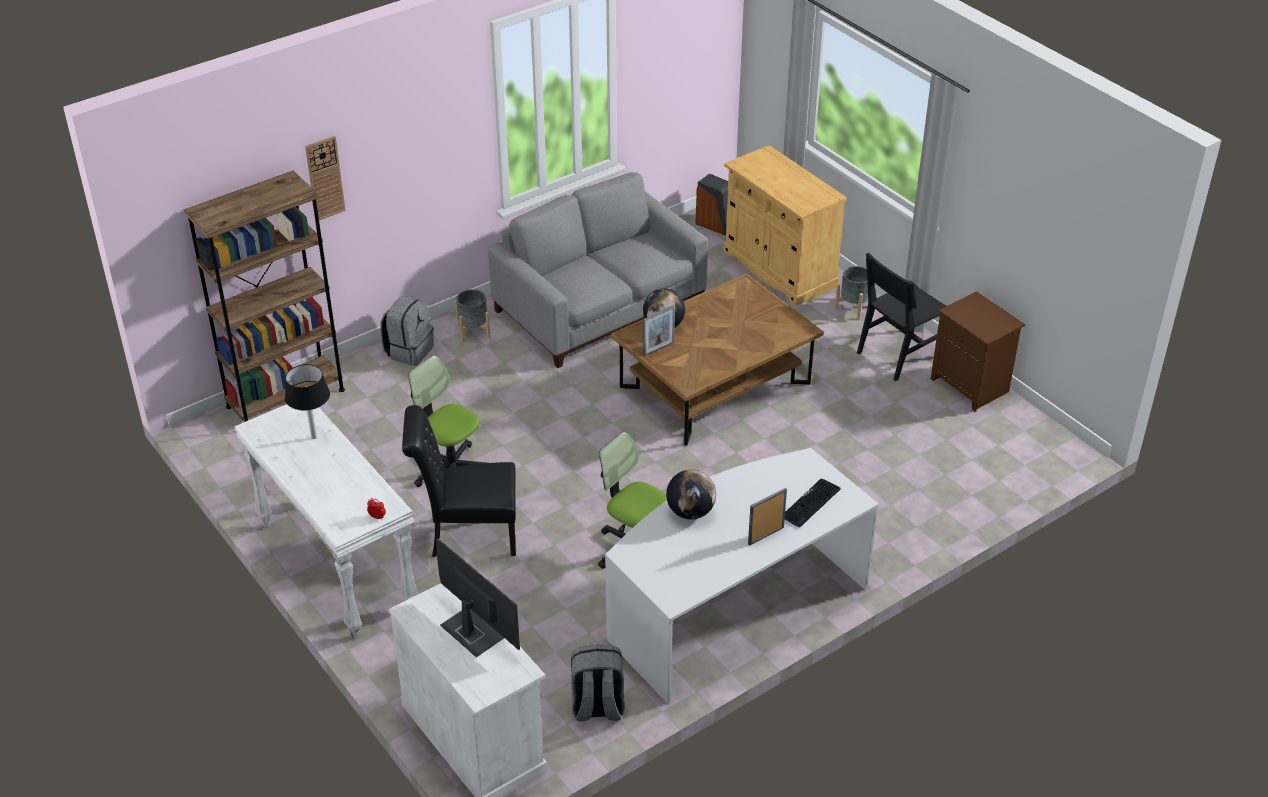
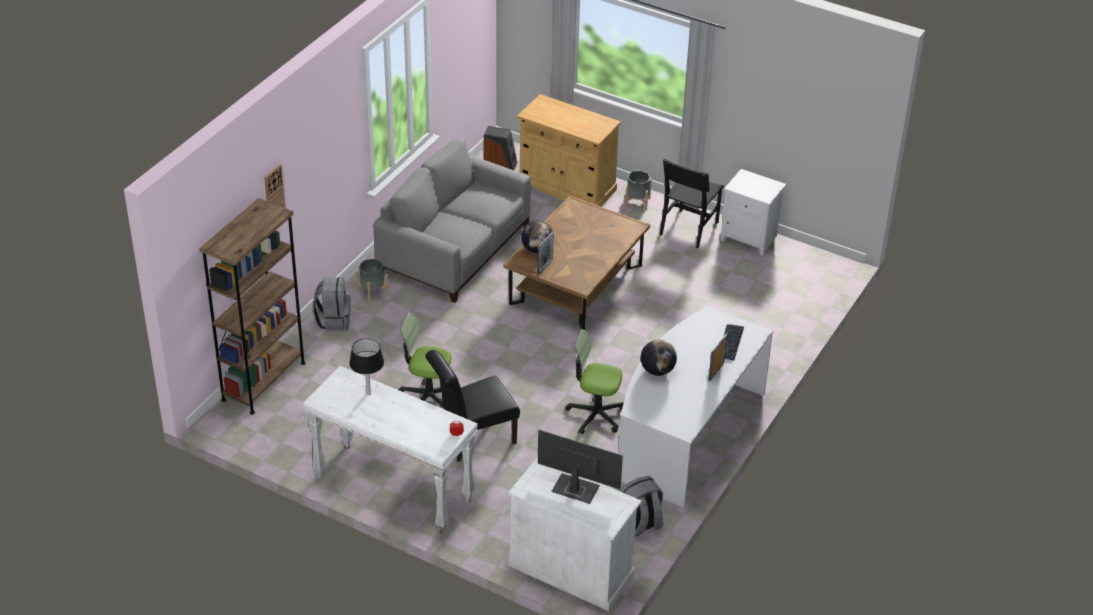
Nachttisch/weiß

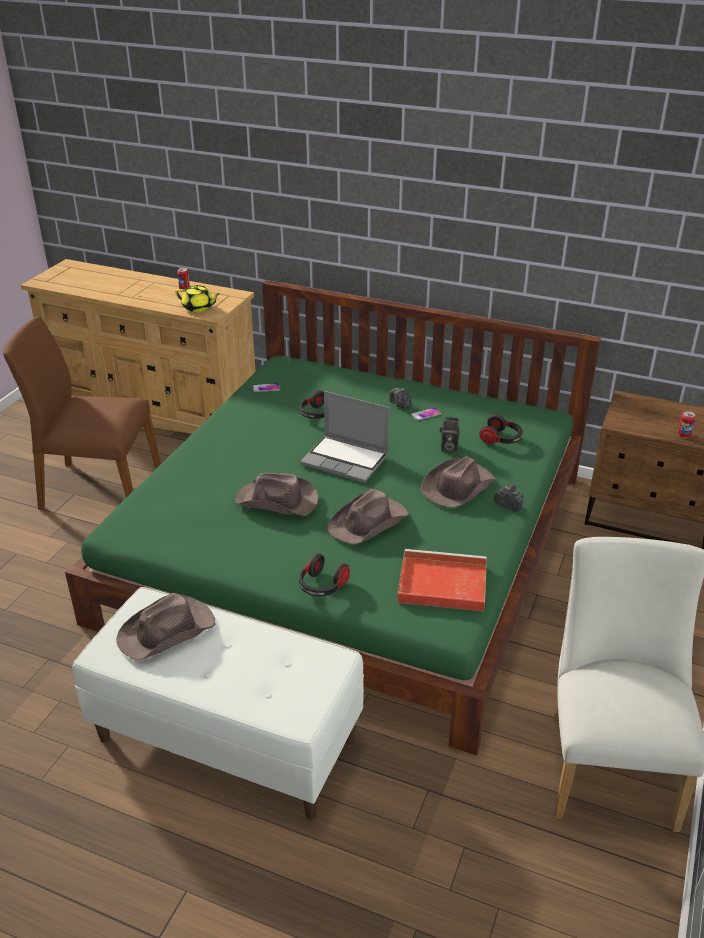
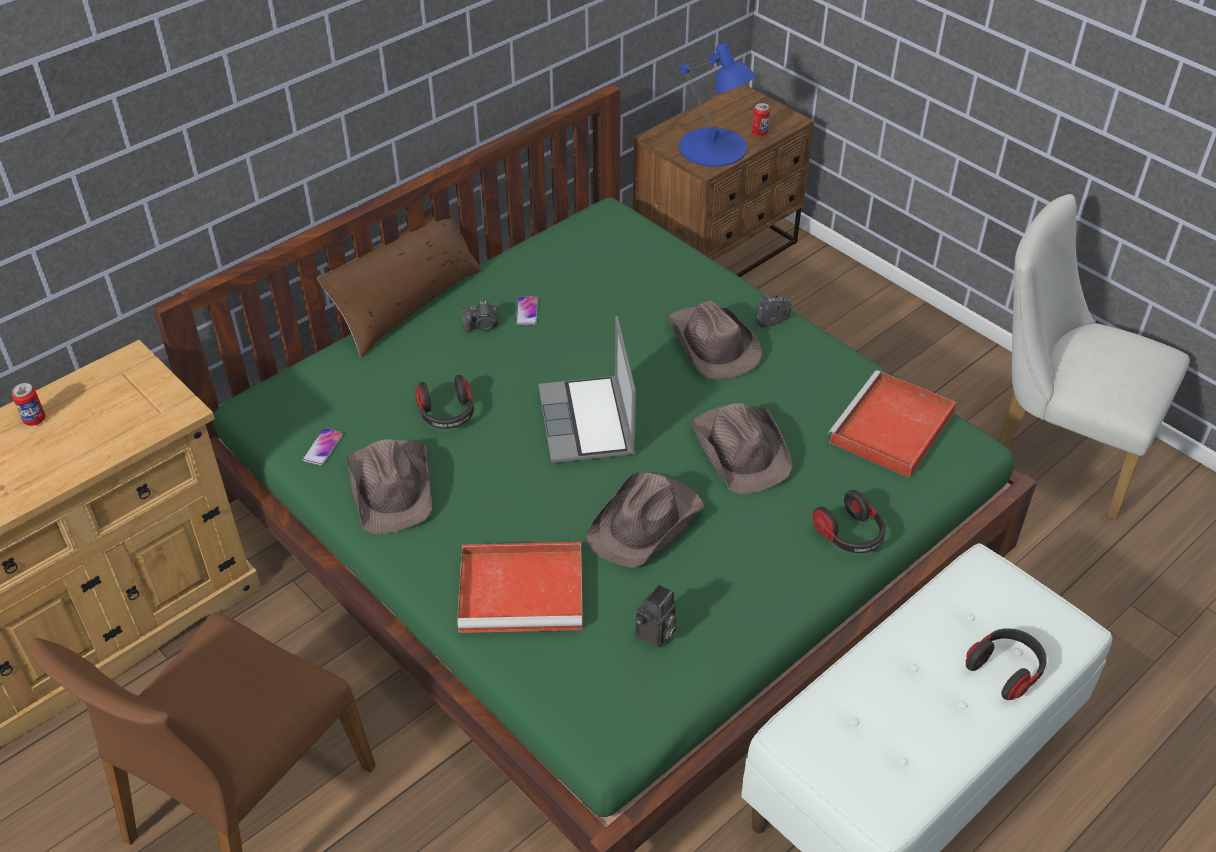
Hut/braun (no. 1 from left)
Teekanne/gelb
Laptop
Kamera (no. 2 from left)
Kopfhörer (no. 3 from left)
Kissen/braun
Tablett/rot (no. 1 from left)
Tischlampe/blau

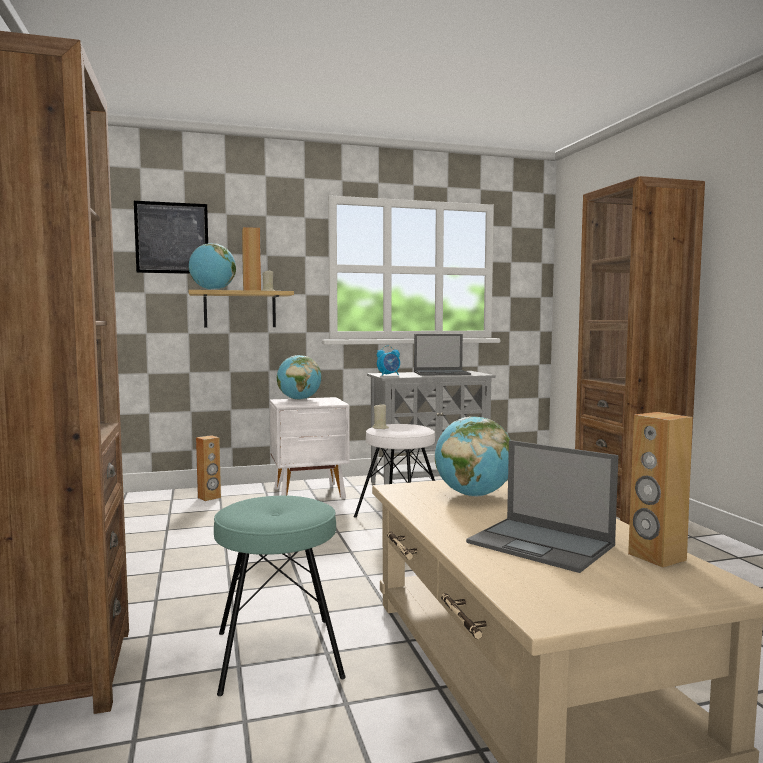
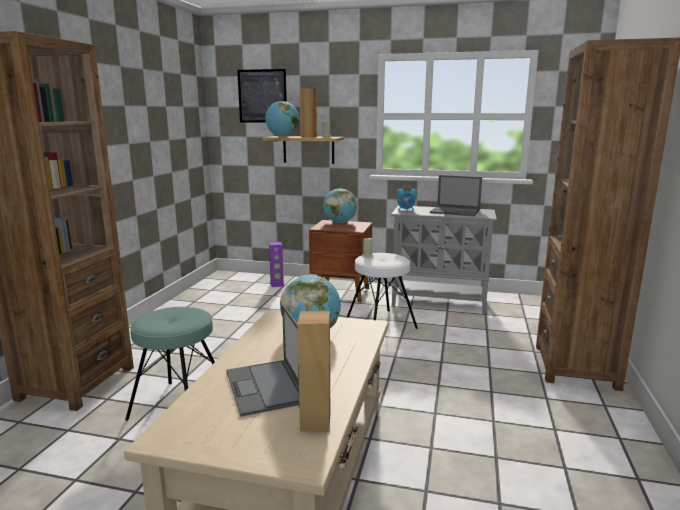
Lautsprecher/lila
Nachttisch/braun

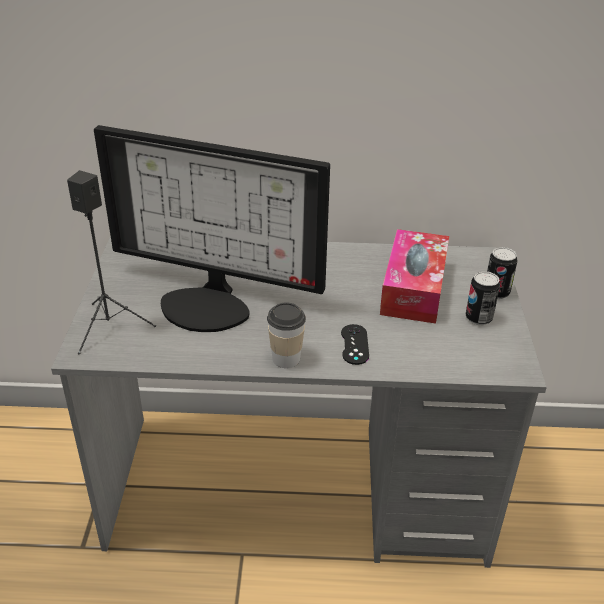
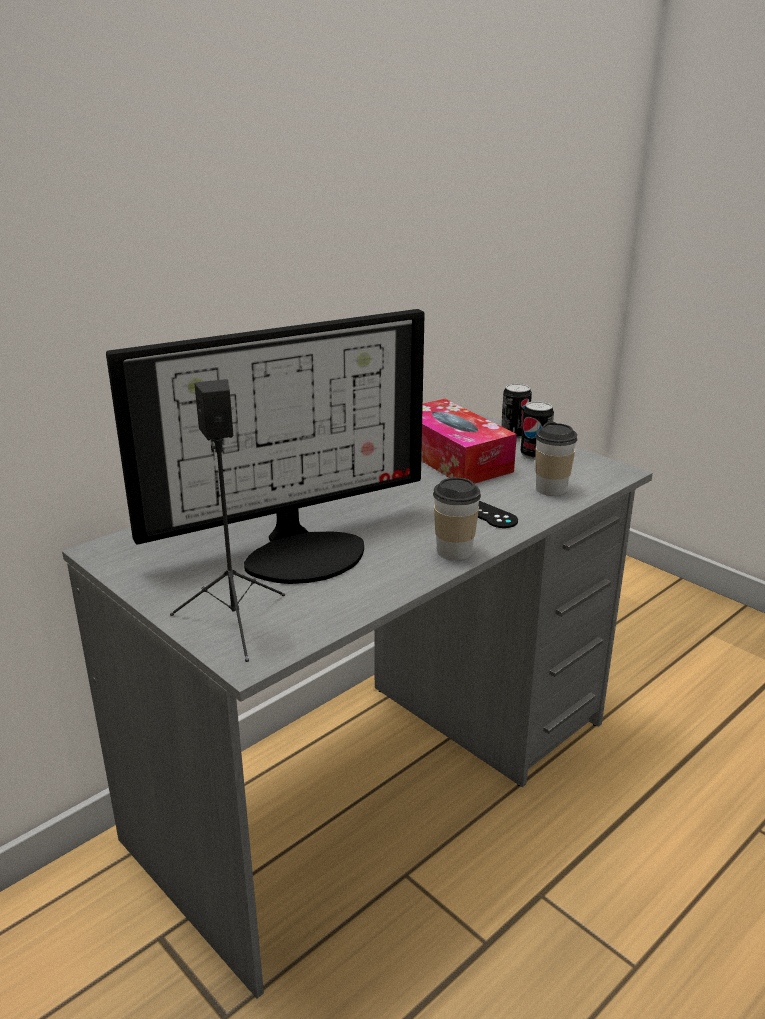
Tasse (no. 2 from left)

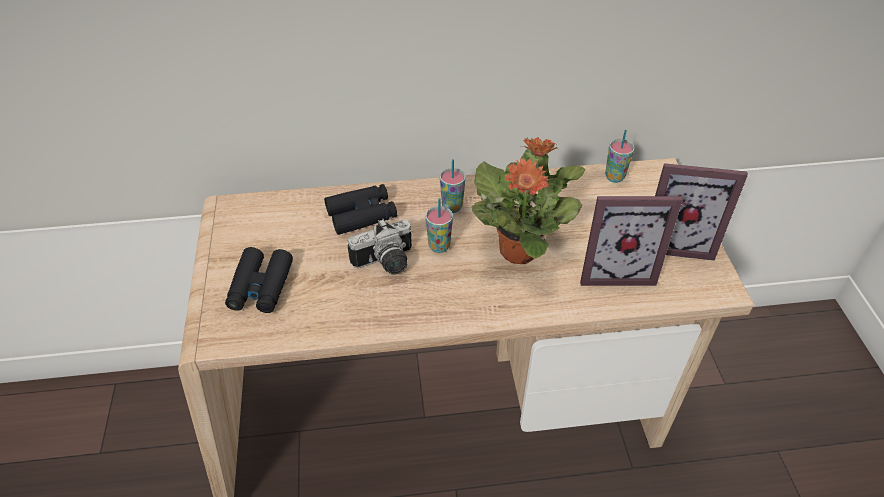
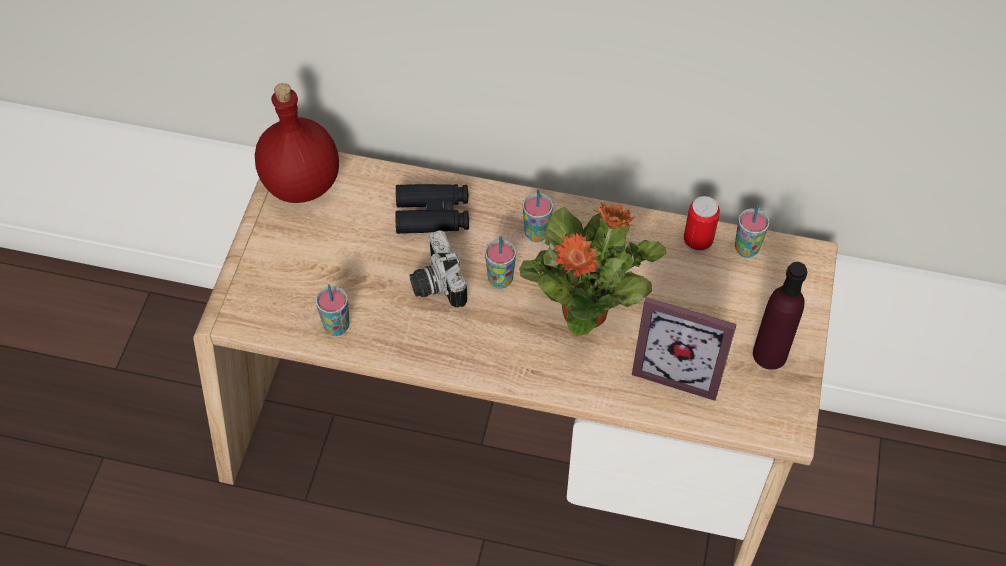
Fernglas/schwarz (no. 1 from left in the first image)
Kamera
Flasche/lila
Flasche/rot
Tasse (no. 1 from left)
Dose

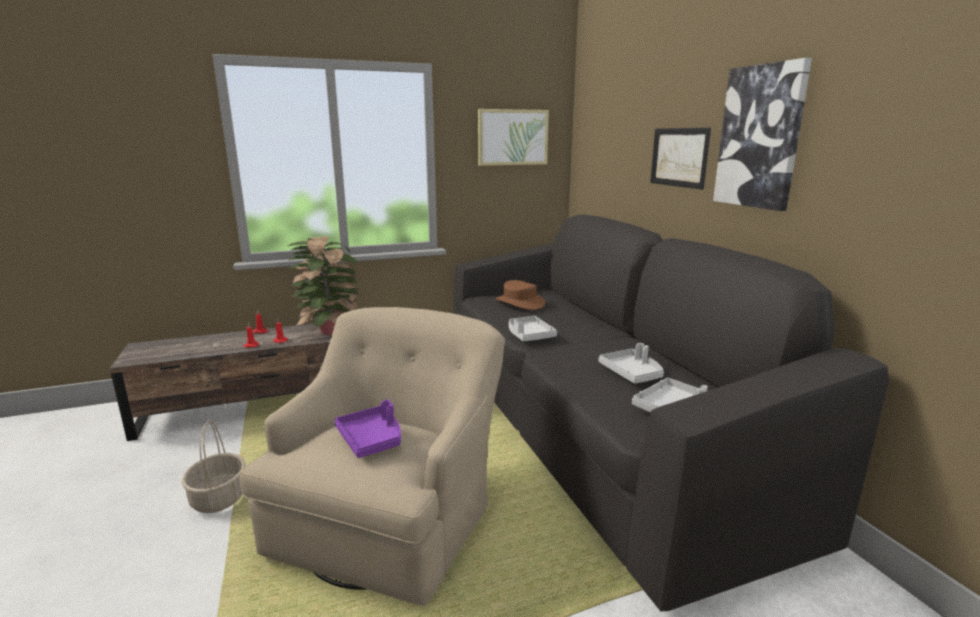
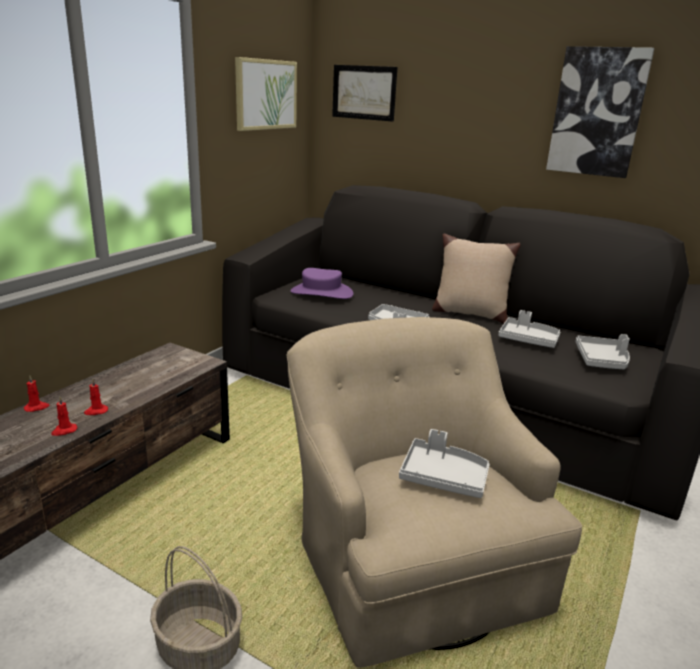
Topfpflanze
Tablett/grau (no. 2 from left)
Hut/lila
Bild (no. 2 from left)
Kissen/beige

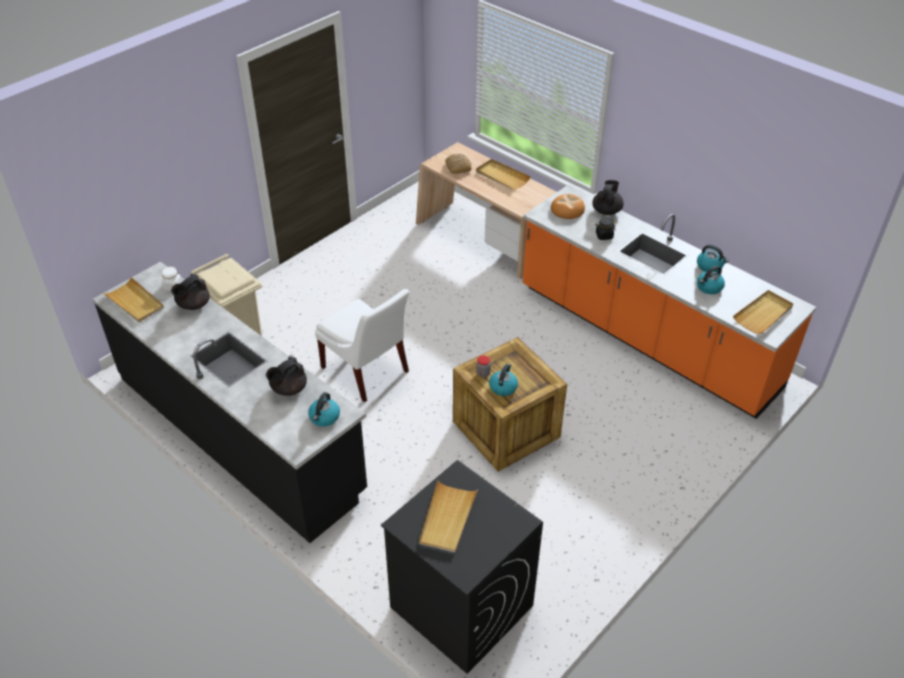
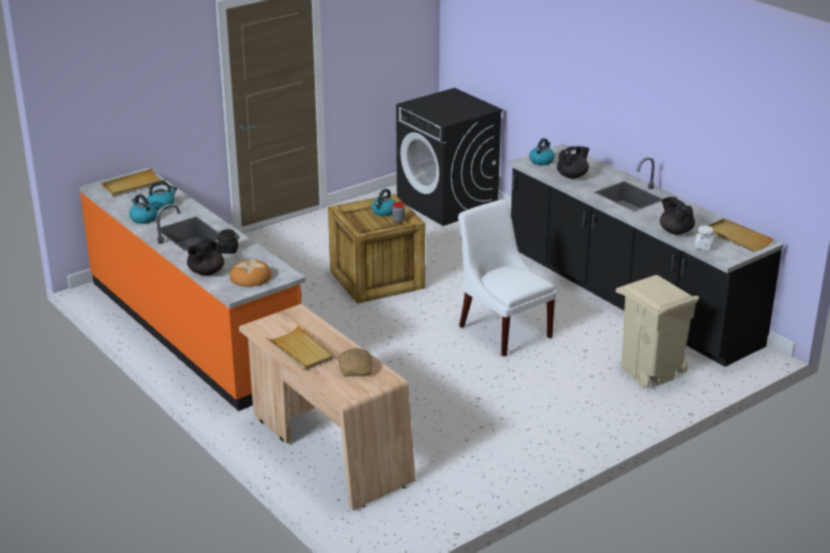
Teekanne/schwarz (no. 3 from left)
Tablett/beige (no. 2 from left in the first image)

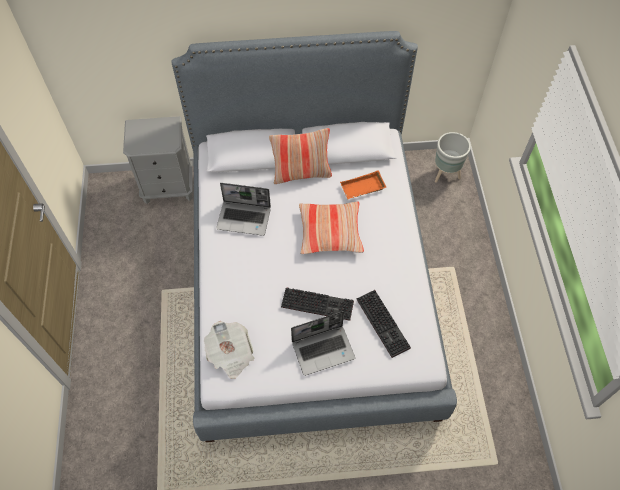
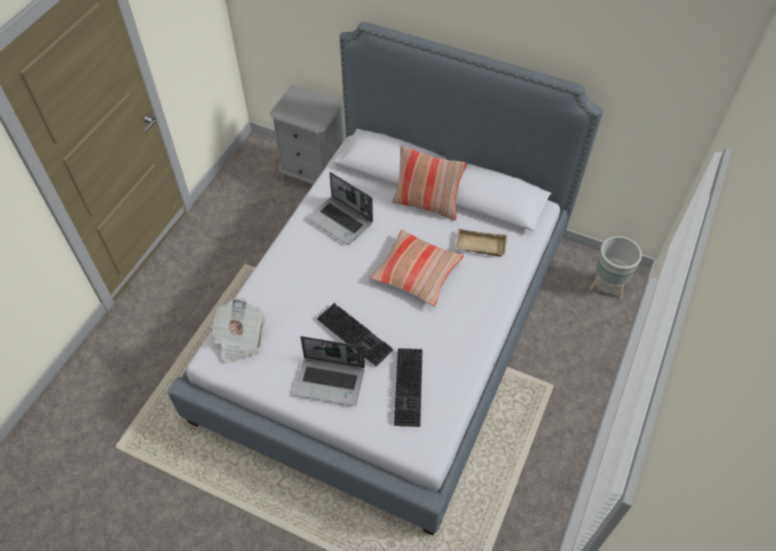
Tablett/beige

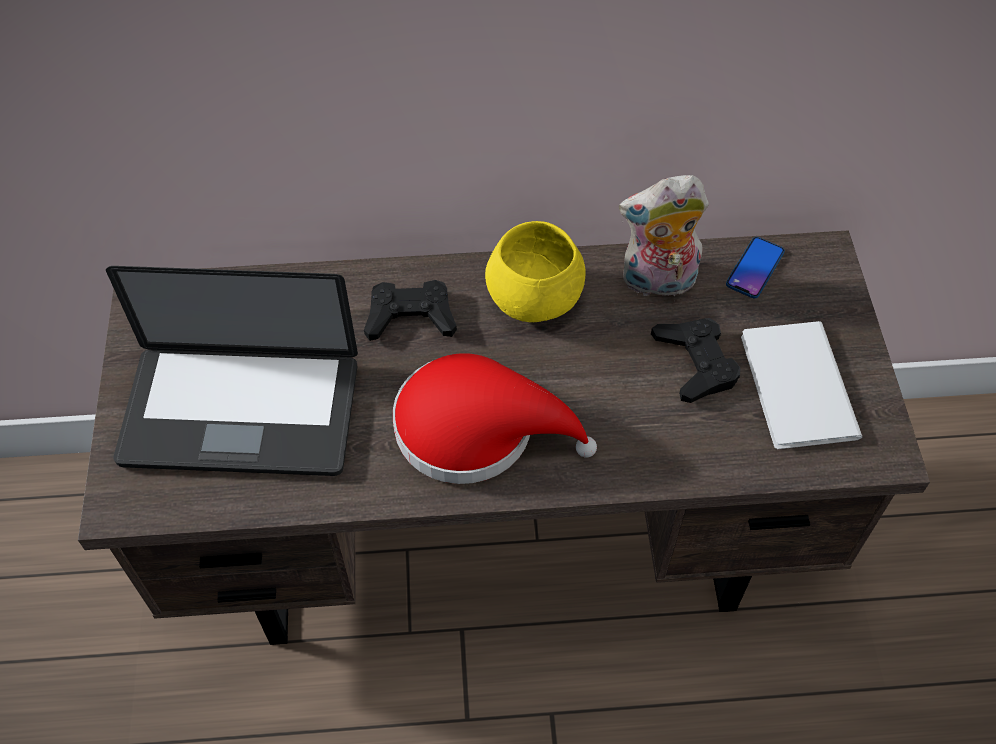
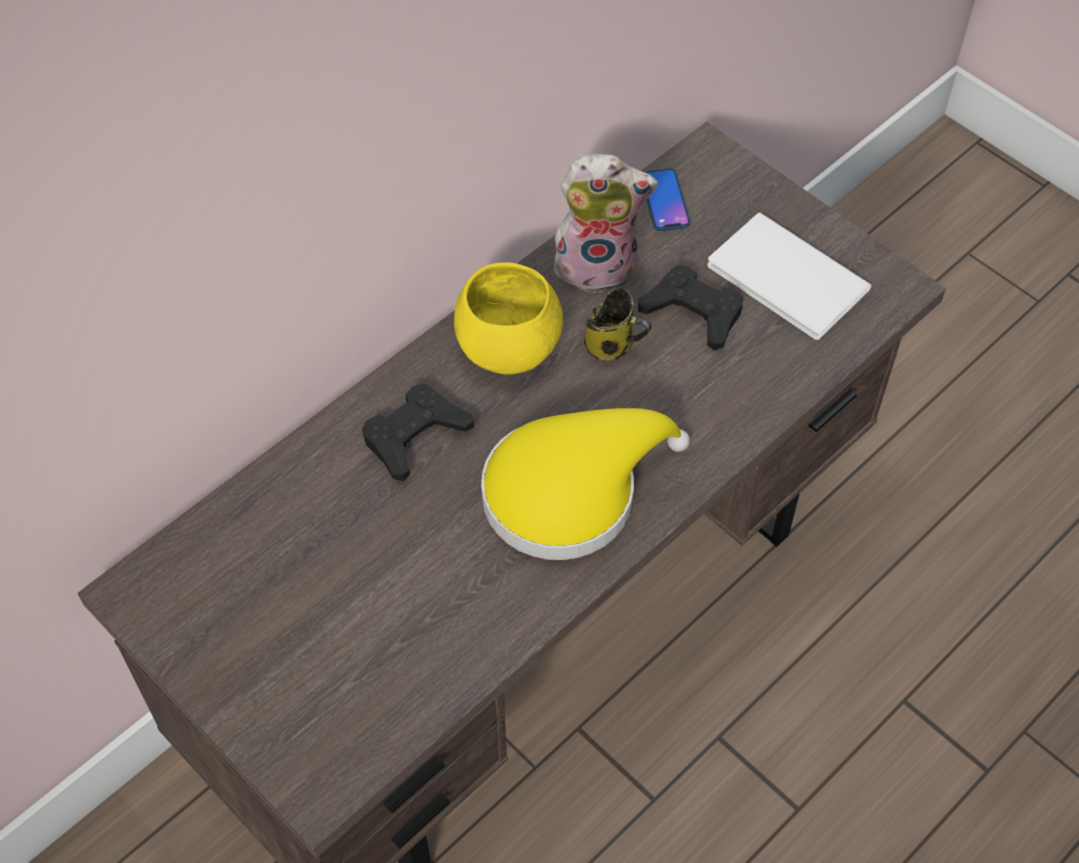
Laptop
Hut/gelb
Plüschtier
Henkelbecher

